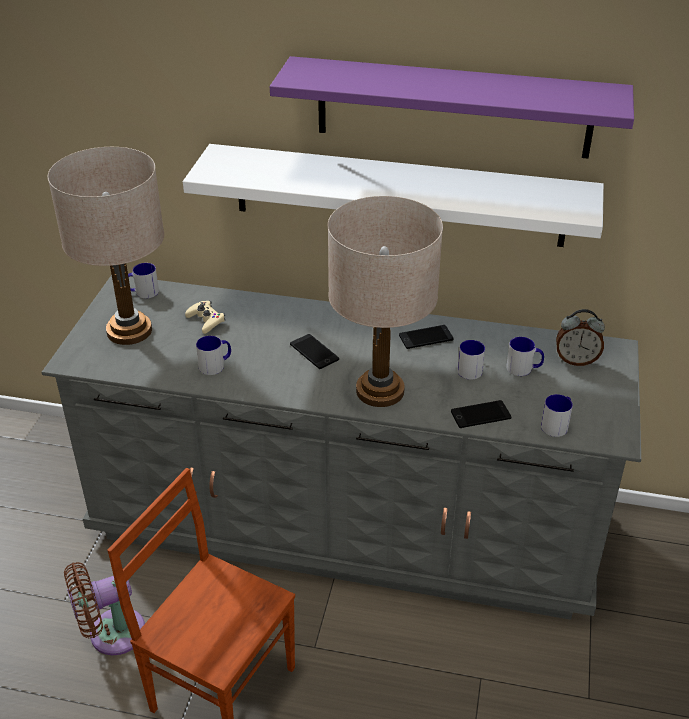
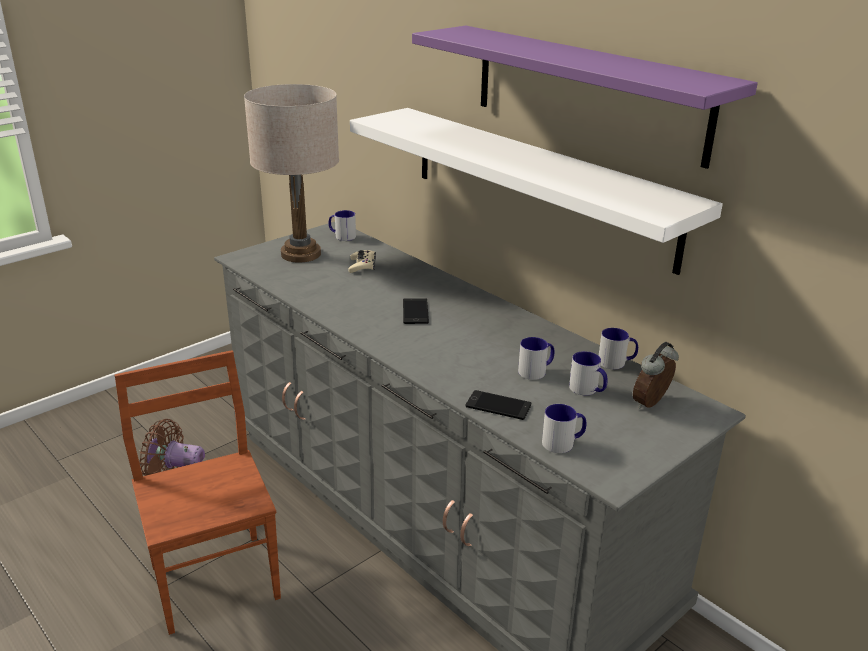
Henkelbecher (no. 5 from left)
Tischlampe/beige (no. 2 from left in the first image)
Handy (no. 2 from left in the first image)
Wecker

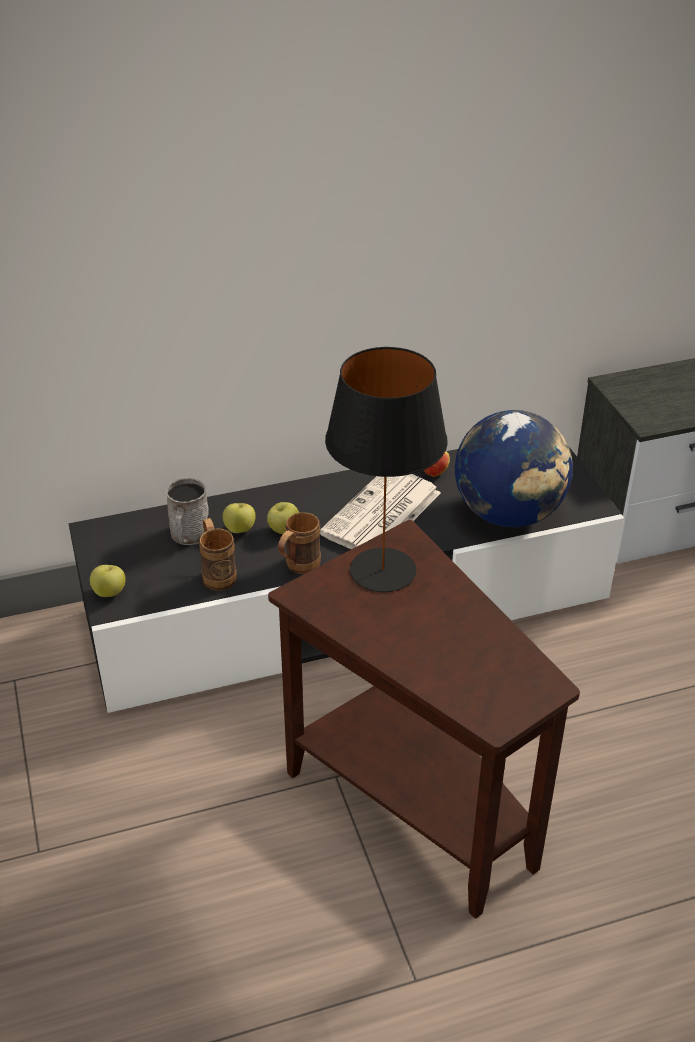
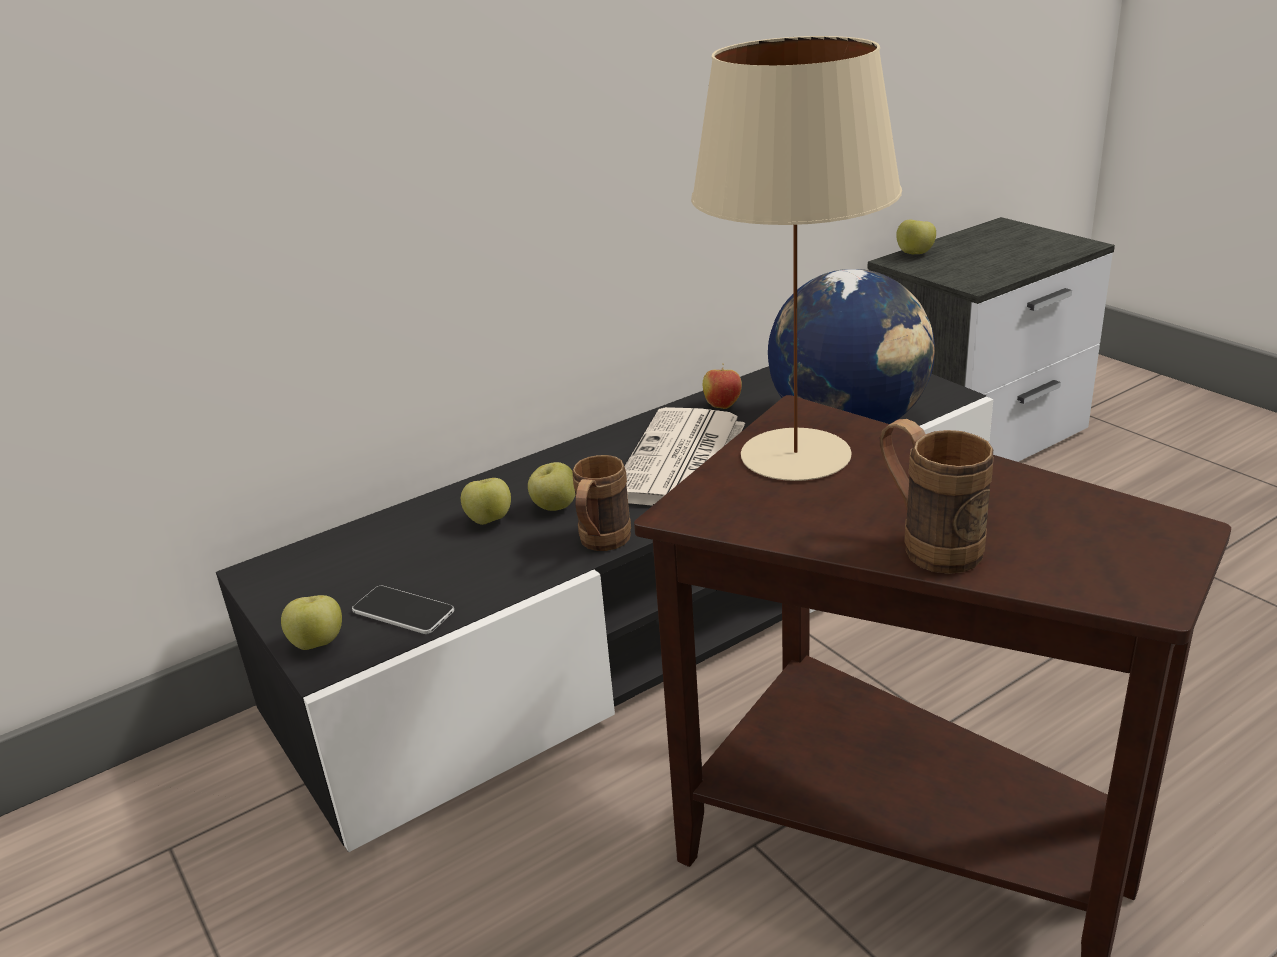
Henkelbecher/grau
Henkelbecher/braun (no. 2 from left)
Tischlampe/beige
Handy
Apfel (no. 5 from left)

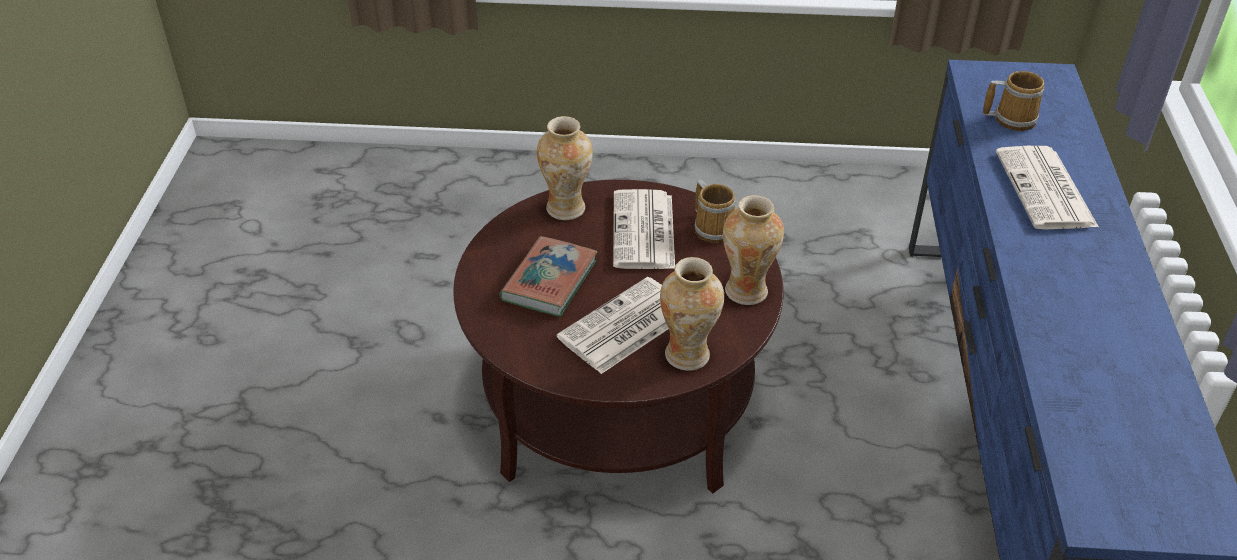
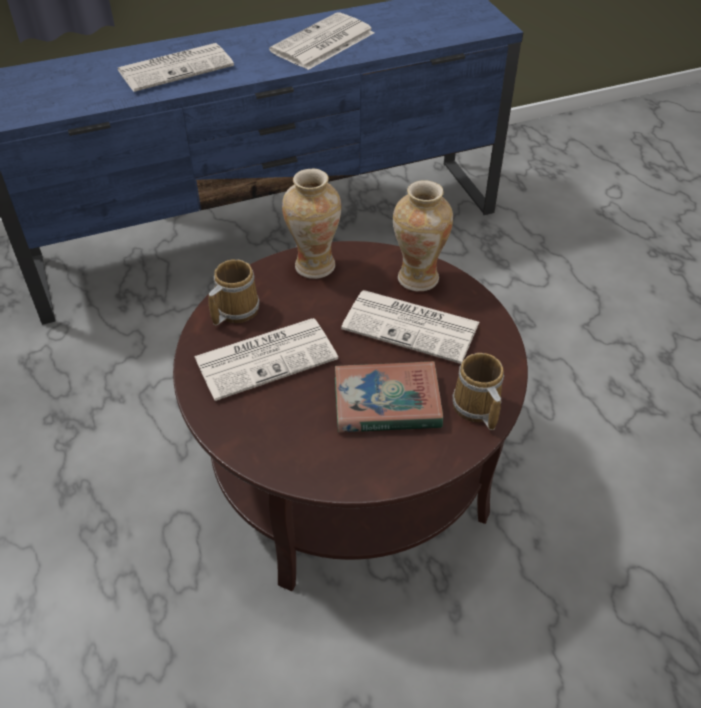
Vase (no. 1 from left in the first image)
Henkelbecher (no. 2 from left)
Zeitung (no. 3 from left)

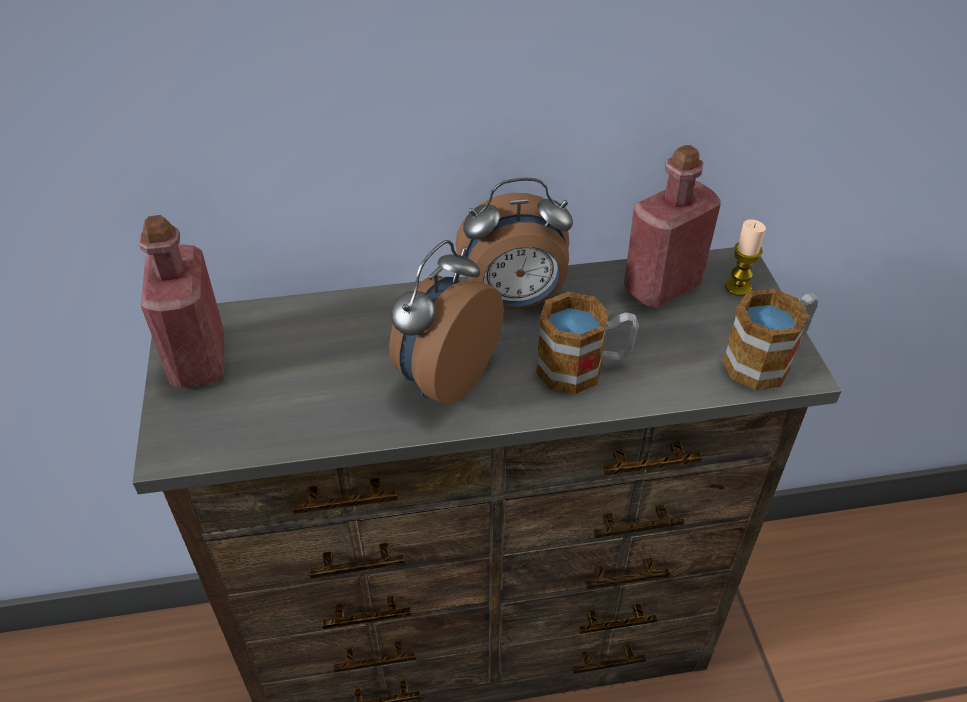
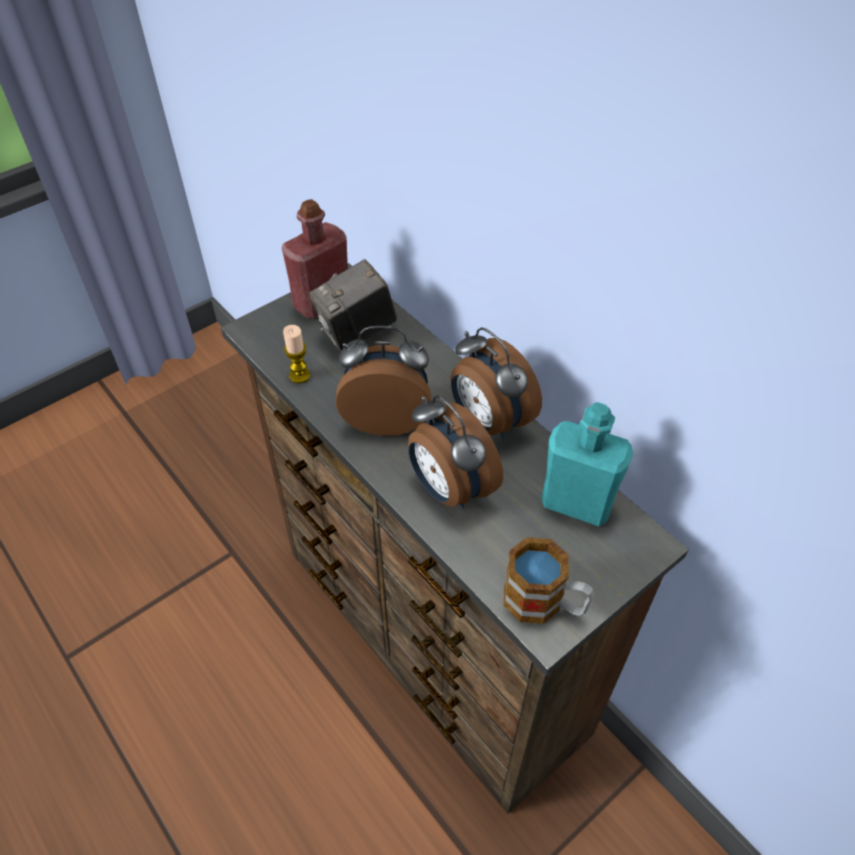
Wecker (no. 2 from left)
Flasche/türkis
Kerze
Kamera

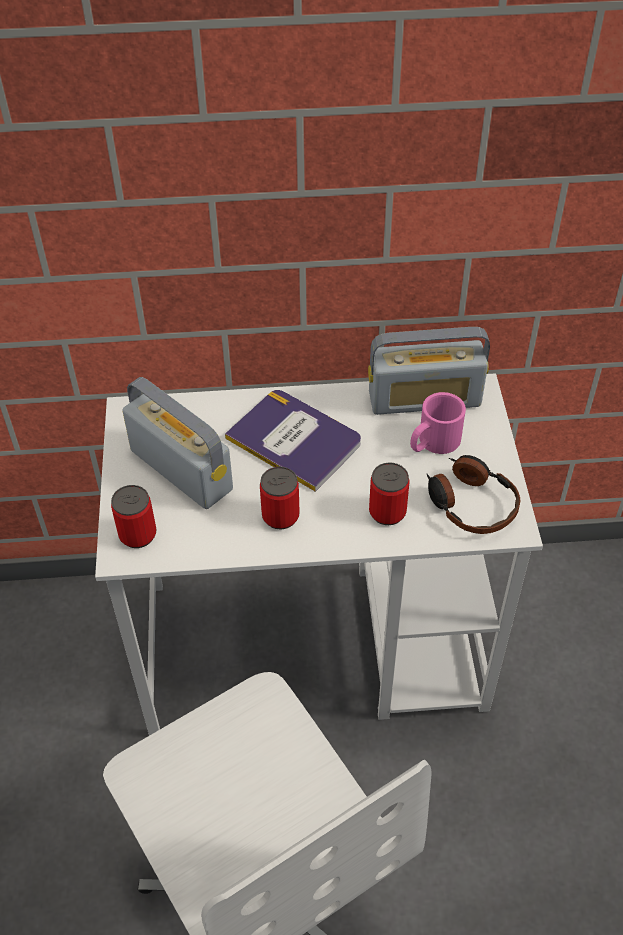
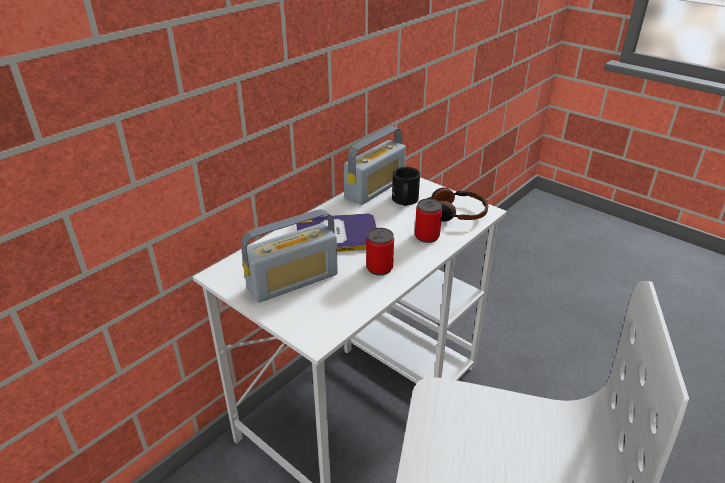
Dose (no. 1 from left in the first image)
Radio (no. 1 from left)
Henkelbecher/schwarz

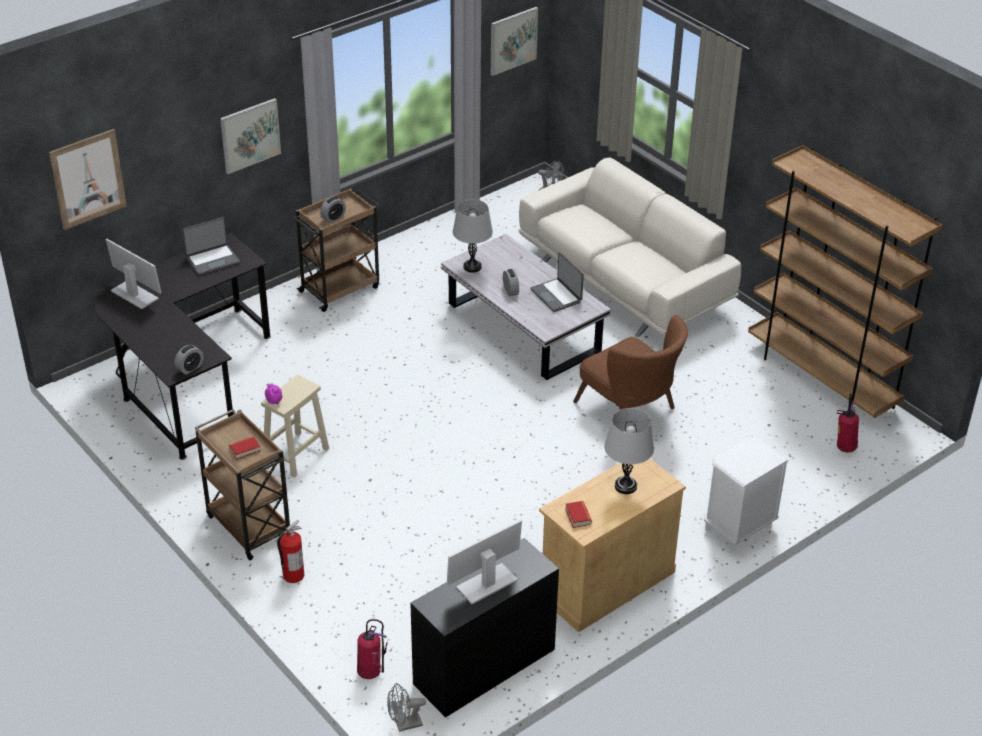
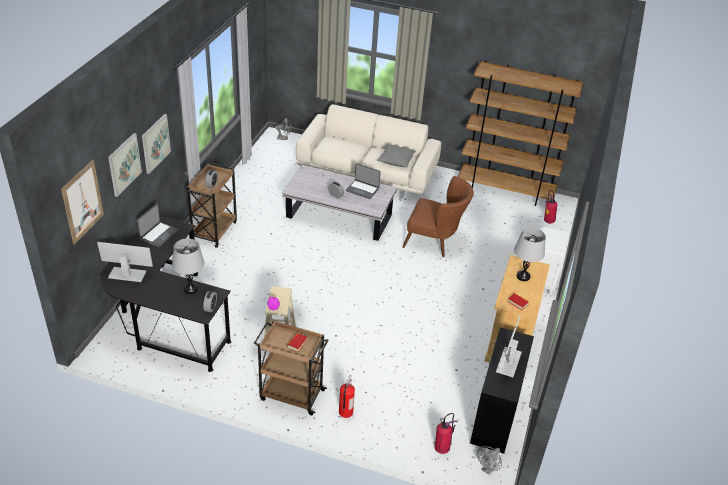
Tischlampe/grau (no. 1 from left)
Bild (no. 2 from left)
Kissen/grau

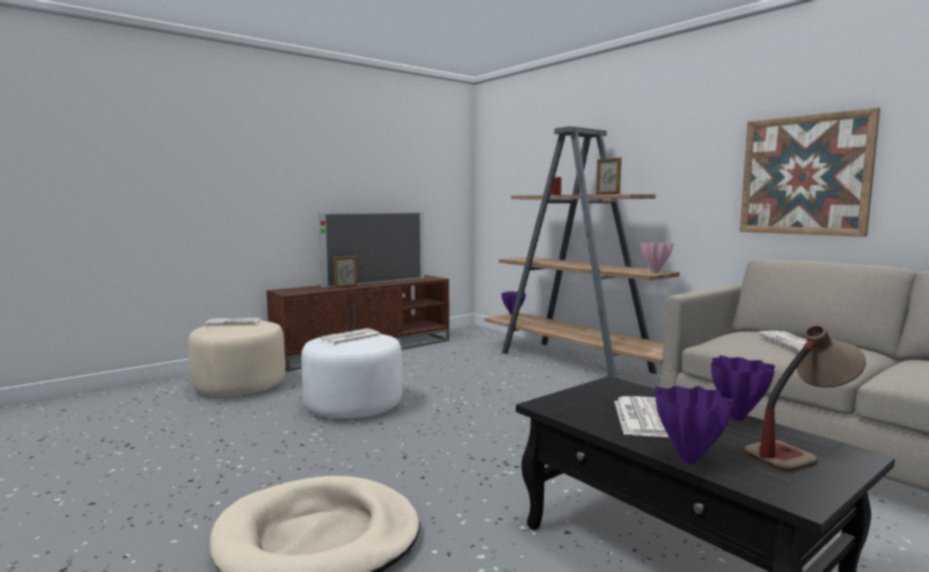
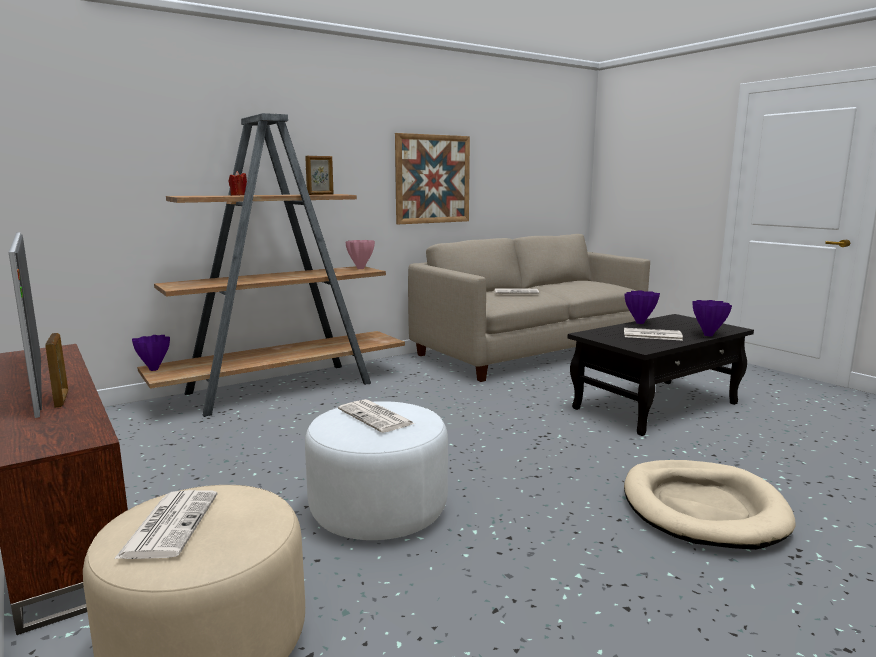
Tischlampe

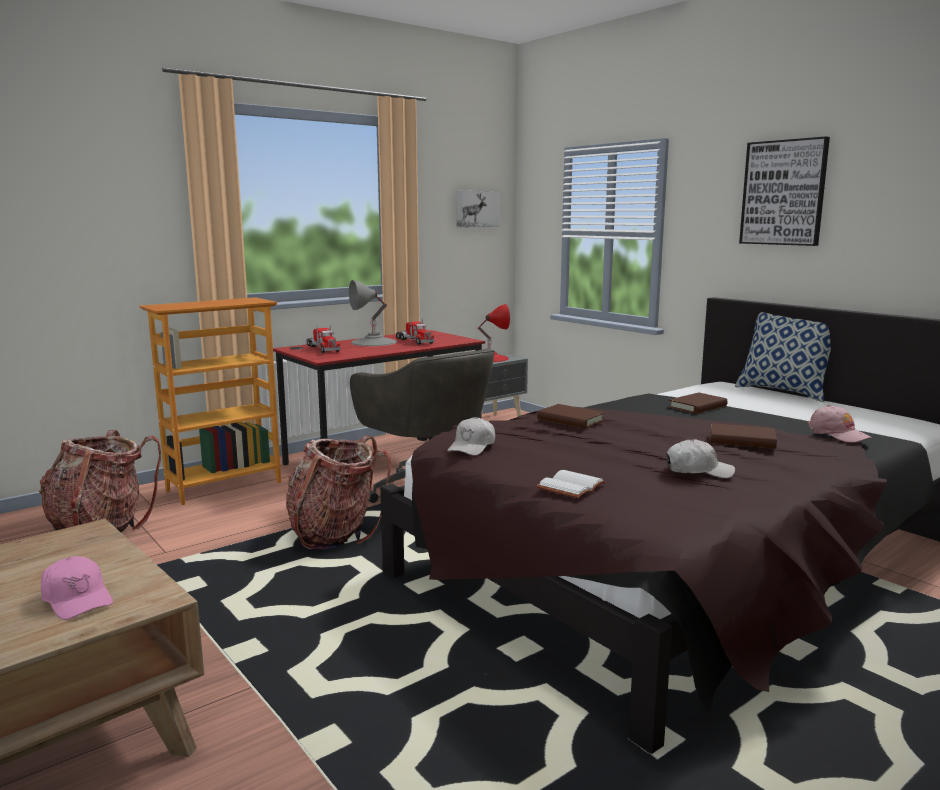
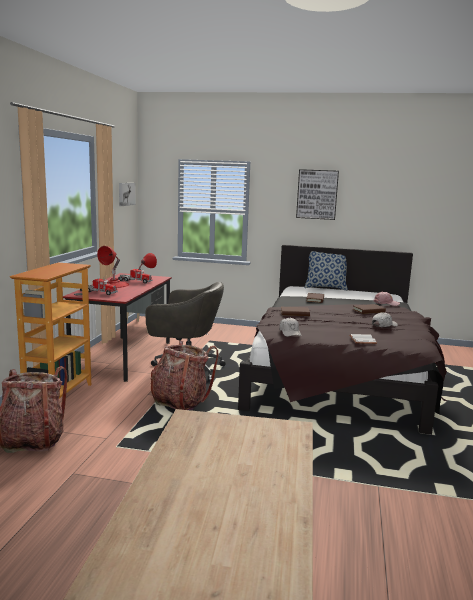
Kappe/rosa (no. 1 from left in the first image)
Tischlampe/rot (no. 1 from left)

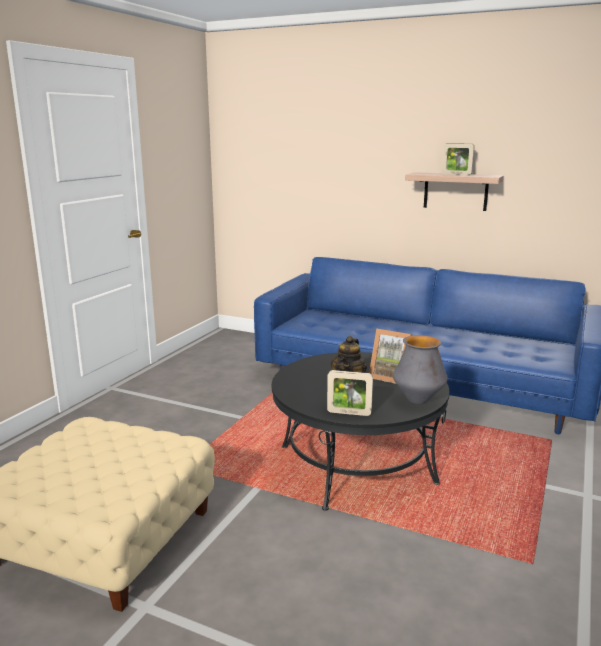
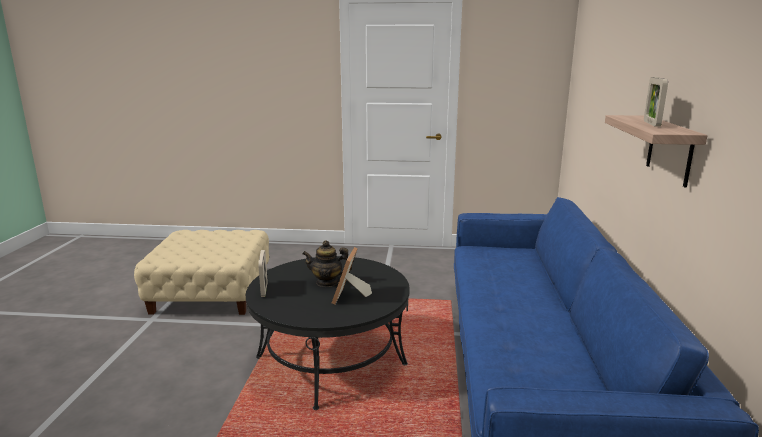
Vase

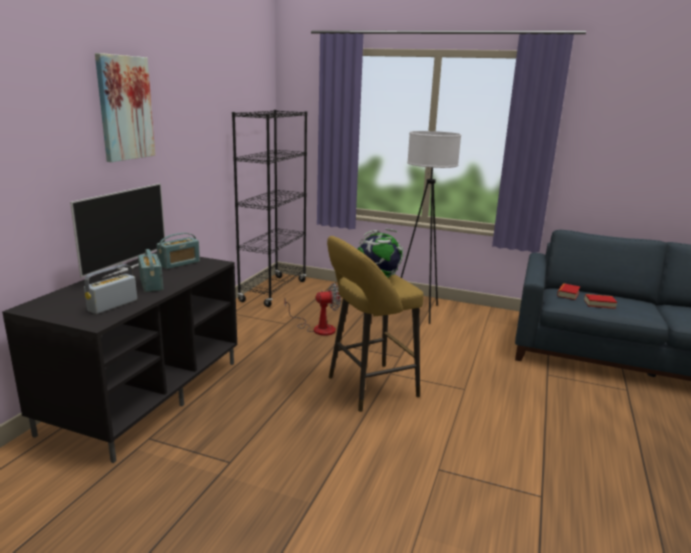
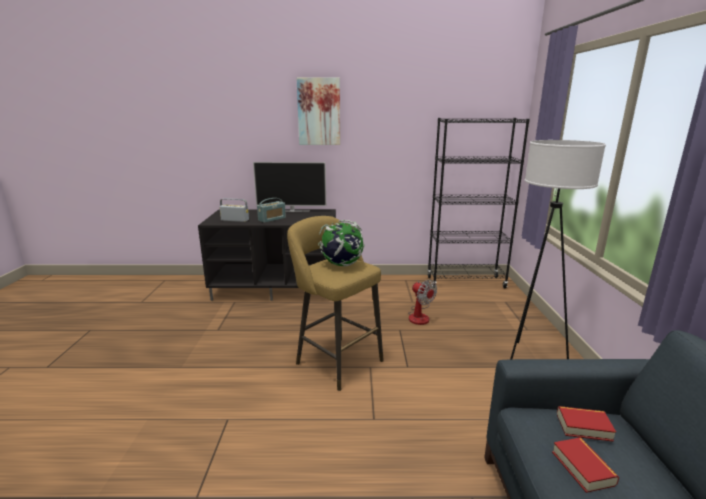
Radio (no. 3 from left in the first image)

